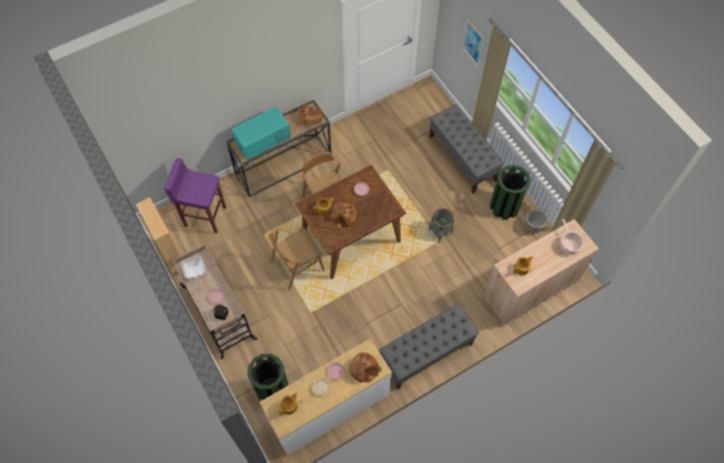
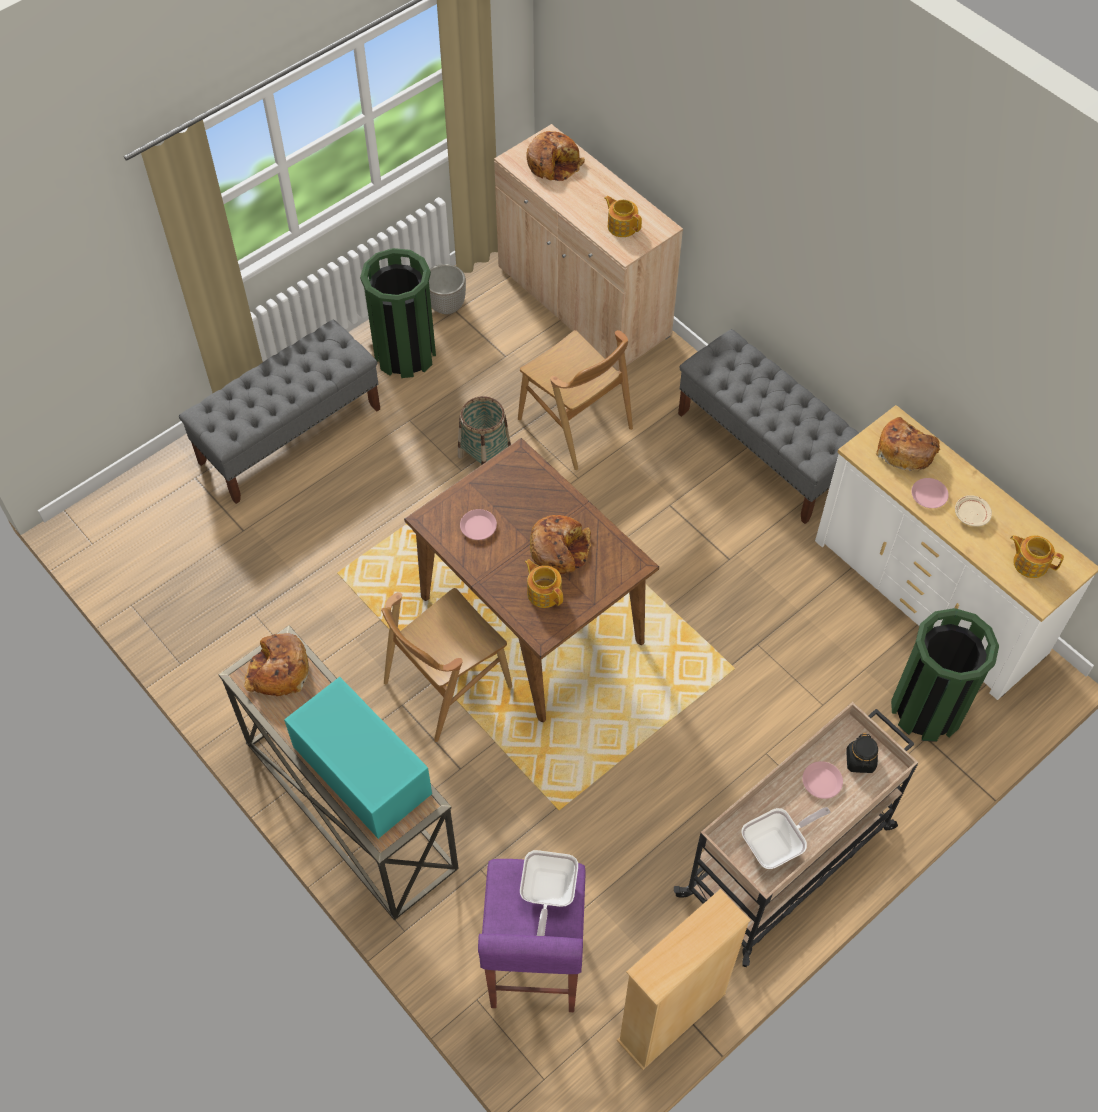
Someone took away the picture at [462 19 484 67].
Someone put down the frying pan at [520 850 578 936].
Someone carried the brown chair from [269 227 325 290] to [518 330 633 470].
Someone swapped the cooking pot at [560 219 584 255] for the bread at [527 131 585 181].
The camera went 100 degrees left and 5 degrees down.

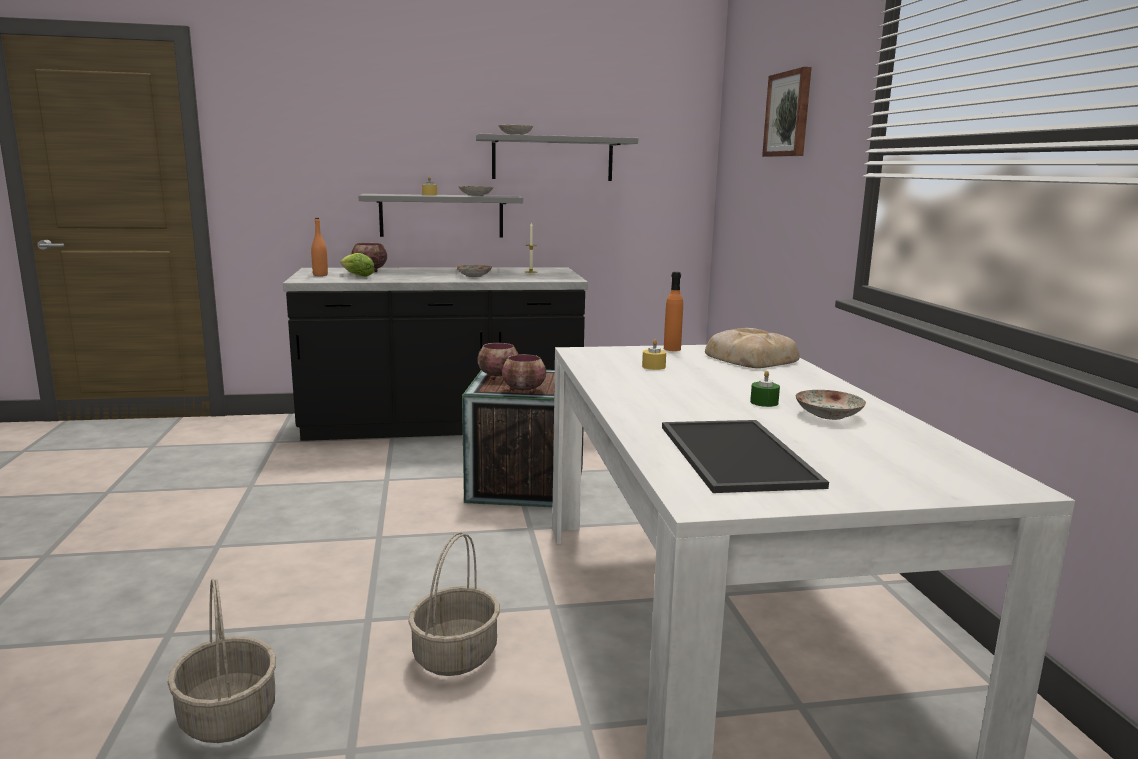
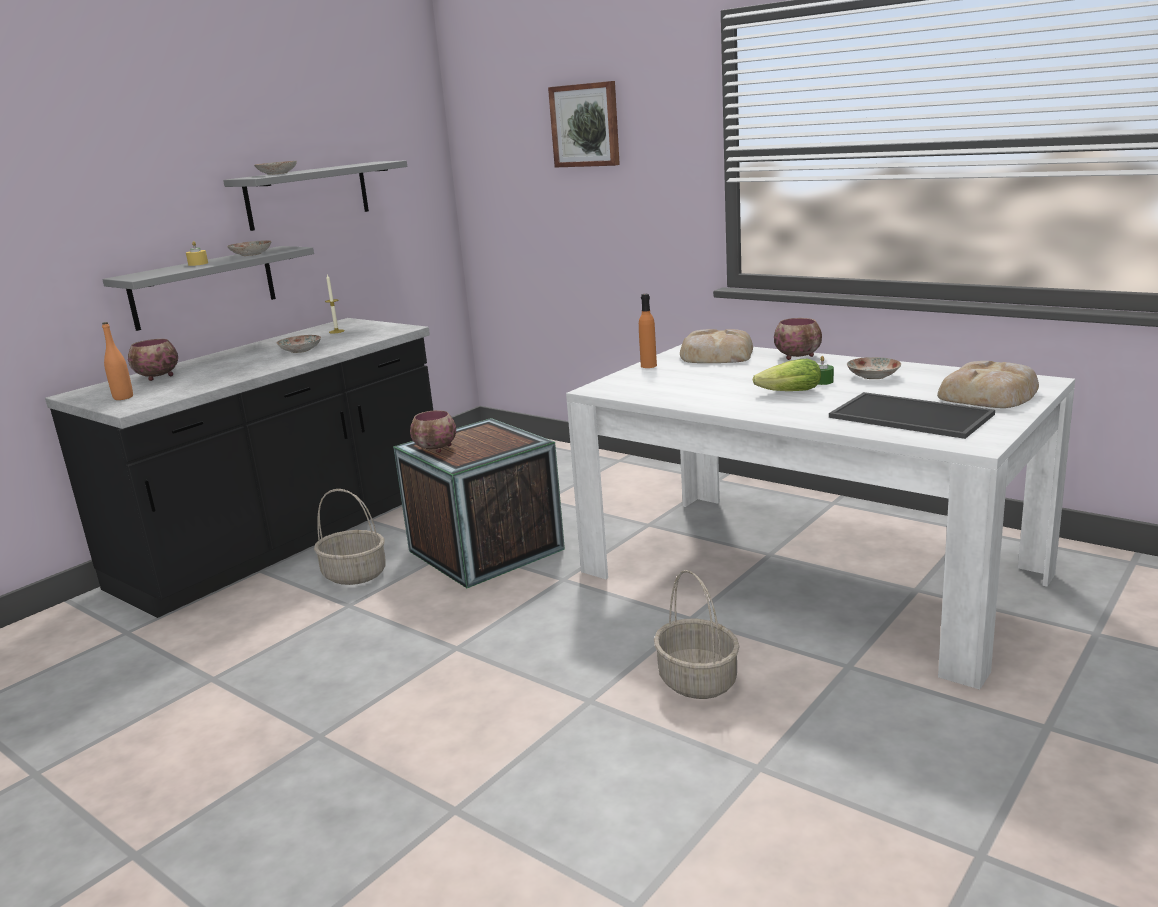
Someone took away the yellow candle at [642 339 666 370].
Someone put down the bread at [937 361 1039 408].
Someone carried the basket from [167 578 276 743] to [314 489 386 585].
Someone carried the lettuce from [340 253 375 277] to [752 359 821 391].
Someone carried the bowl from [502 354 546 394] to [774 318 822 360].
The camera went 40 degrees left and 5 degrees up.

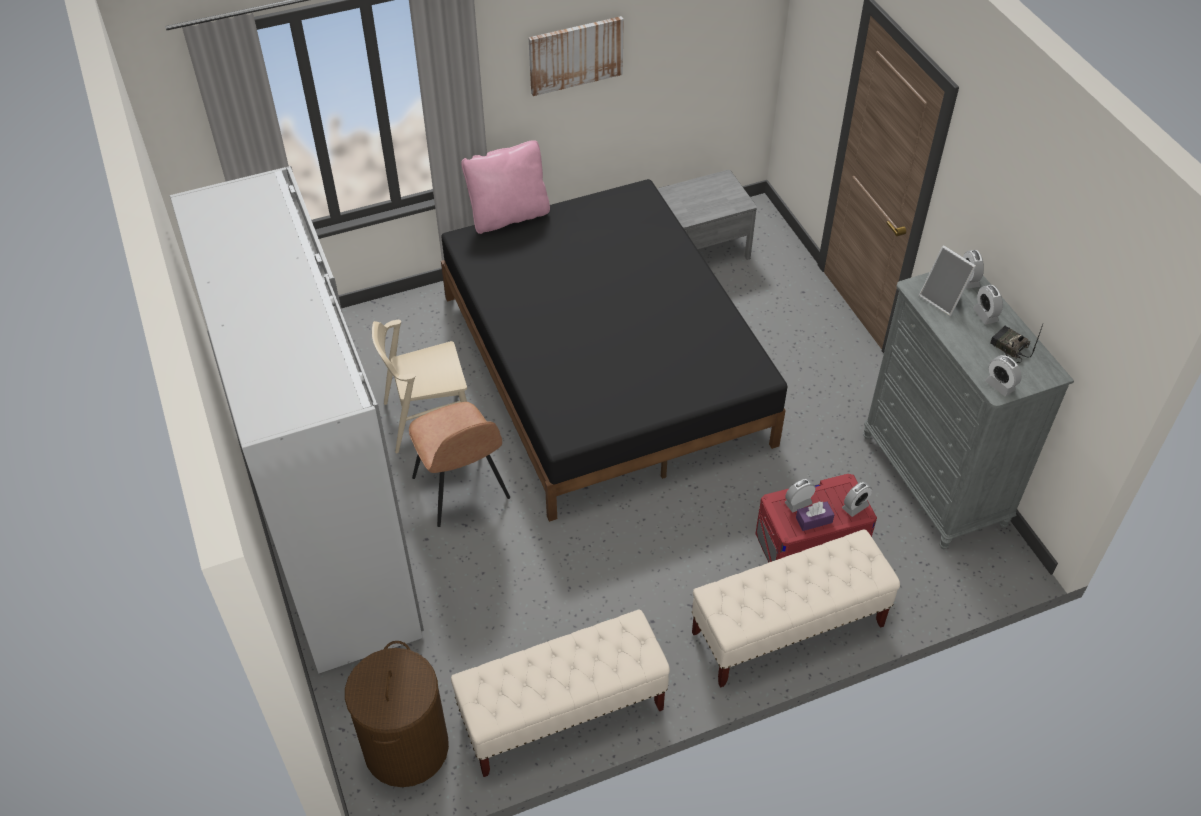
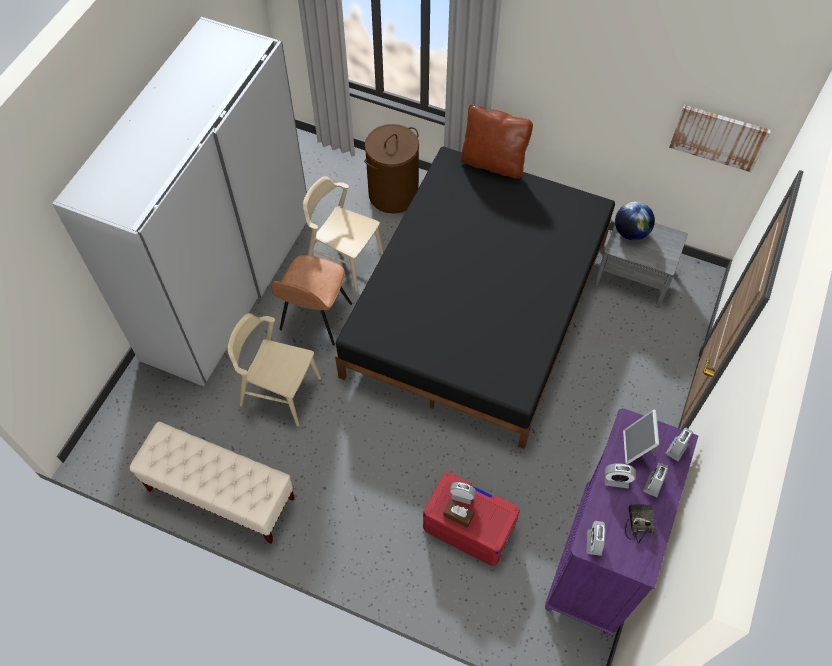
Someone took away the beige bench at [692 529 900 688].
Someone put down the beige chair at [228 313 321 426].
Someone put down the globe at [615 201 655 240].
Someone carried the brown laundry basket from [345 641 449 787] to [364 124 419 214].
Someone carried the picture from [528 16 624 96] to [669 105 771 172].
Someone carried the alarm clock from [842 482 872 517] to [605 463 636 488].
Someone repainted the pink pillow at [461 140 550 234], which became the brown pillow at [461 104 533 179].
Someone repainted the purple tissue box at [796 502 835 531], which became the brown tissue box at [443 500 474 528].
Someone repainted the grey dresser at [863 272 1074 549], which became the purple dresser at [545 408 698 636].
The camera went 45 degrees right and 10 degrees up.

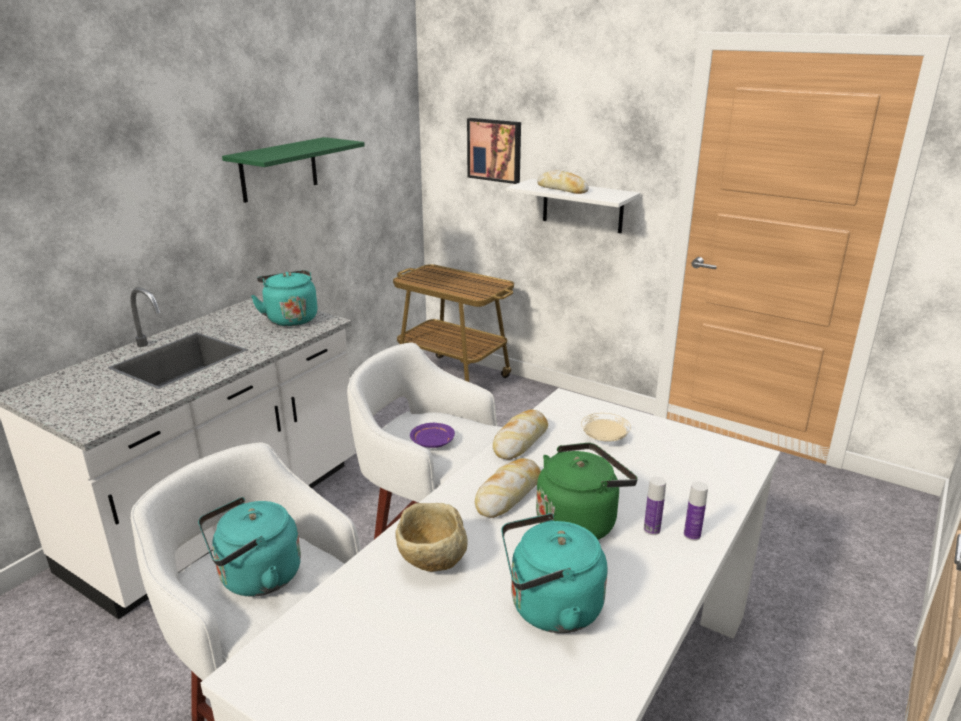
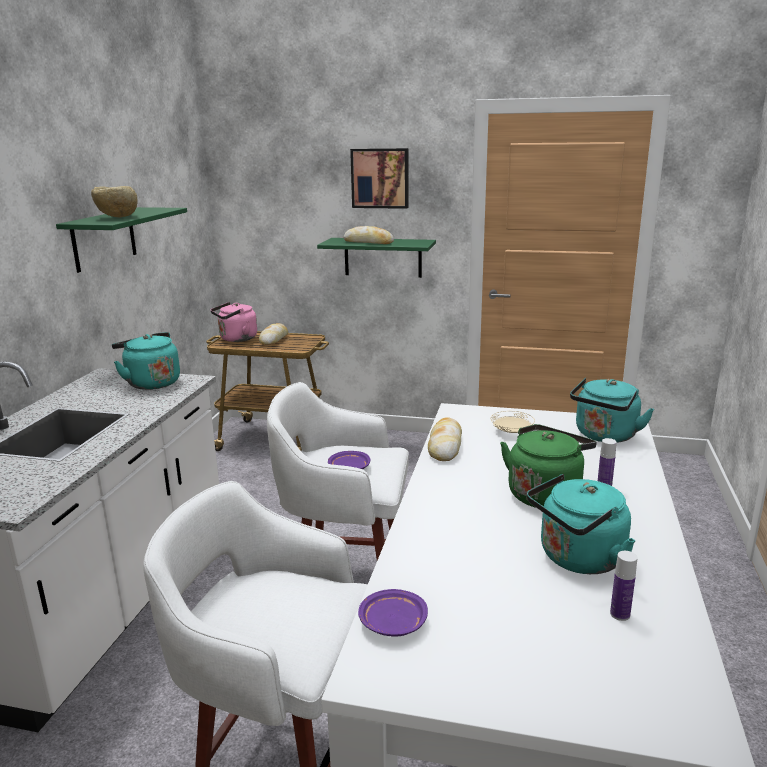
Someone put down the pink kettle at [211 302 257 342].
Someone put down the purple plate at [358 589 428 637].
Someone carried the turquoise kettle from [198 497 301 597] to [570 378 654 443].
Someone carried the beige bowl from [395 503 468 572] to [91 186 138 217].
Someone carried the picture from [467 118 521 184] to [350 148 409 209].
Someone carried the bread from [475 458 541 518] to [259 323 288 345].
Someone carried the bottle from [684 481 708 541] to [610 551 637 621].
Someone repainted the white shelf at [506 179 640 233], which became the green shelf at [317 238 436 278].
The camera went 20 degrees left and 5 degrees down.

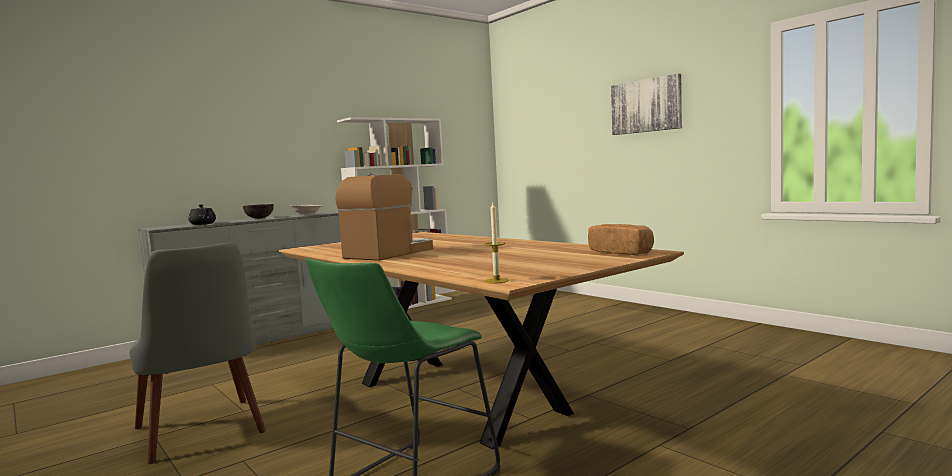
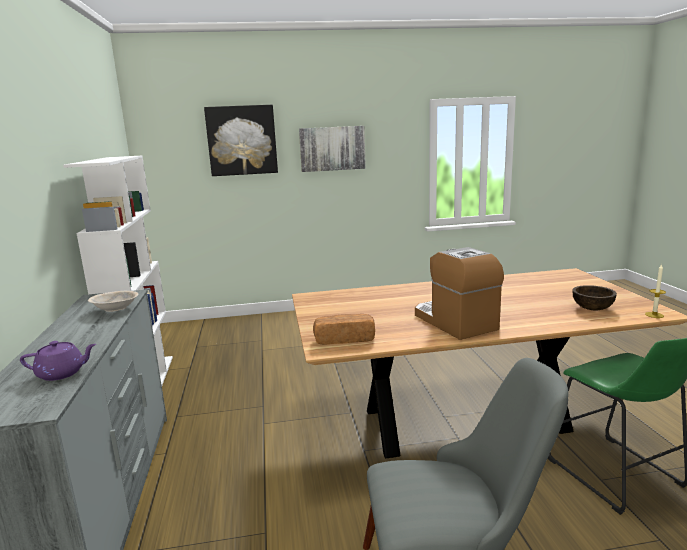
Someone put up the picture at [204 105 278 176].
Someone carried the brown bowl from [243 204 274 219] to [572 285 617 310].
Someone carried the bread from [588 224 654 255] to [313 314 375 345].
Someone repainted the black teapot at [188 204 216 225], which became the purple teapot at [20 341 96 381].
The camera went 60 degrees left and 10 degrees up.

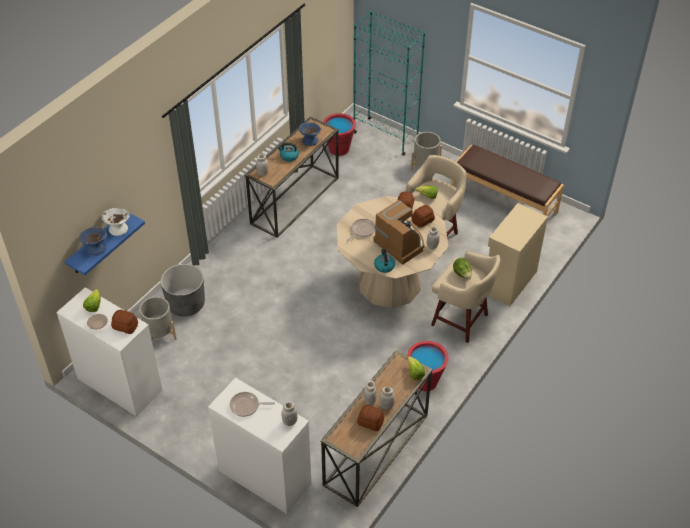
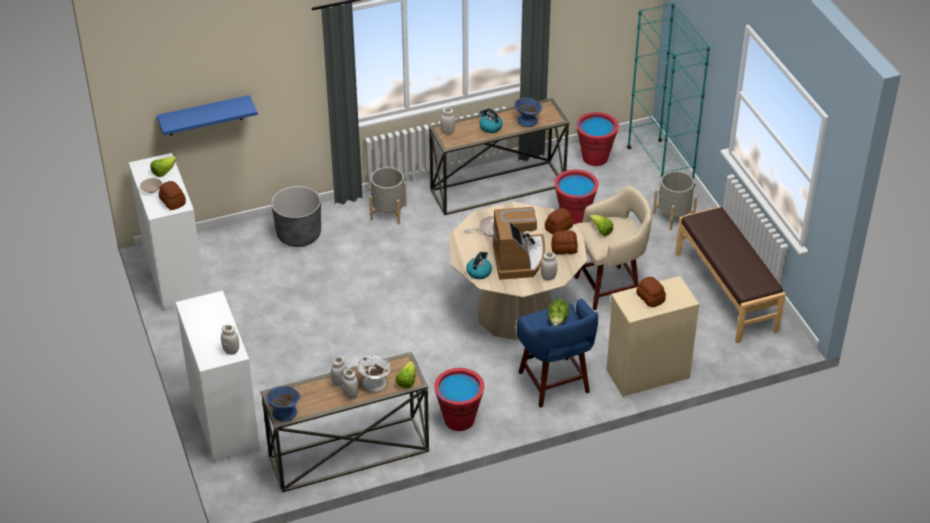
Someone took away the frying pan at [230 392 275 417].
Someone put down the red bucket at [554 170 599 224].
Someone carried the blue bowl from [79 227 107 256] to [267 386 300 422].
Someone carried the white bowl from [102 208 130 236] to [357 356 390 392].
Someone carried the grey planter from [139 297 176 340] to [369 167 407 224].
Someone carried the bread from [357 405 384 431] to [636 277 666 307].
Someone repainted the beige stool at [431 251 500 343], which became the blue stool at [517 299 598 408].
The camera went 35 degrees right and 5 degrees down.

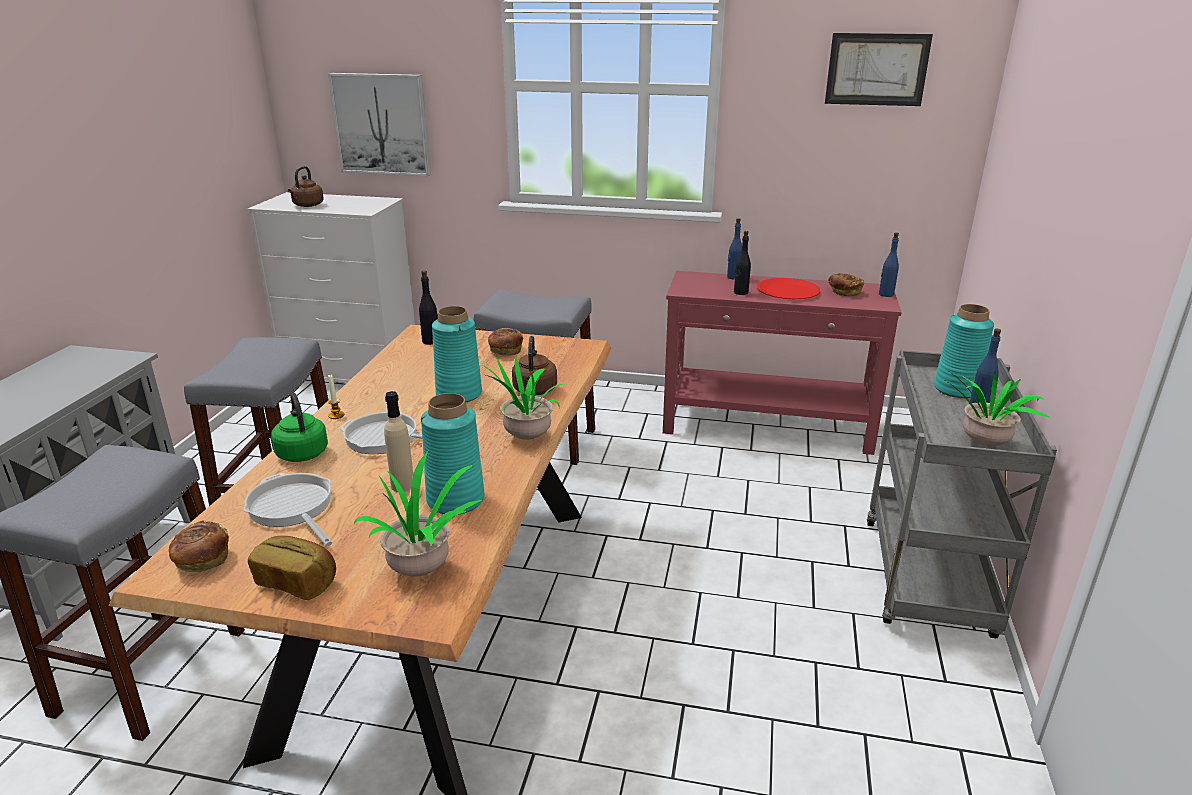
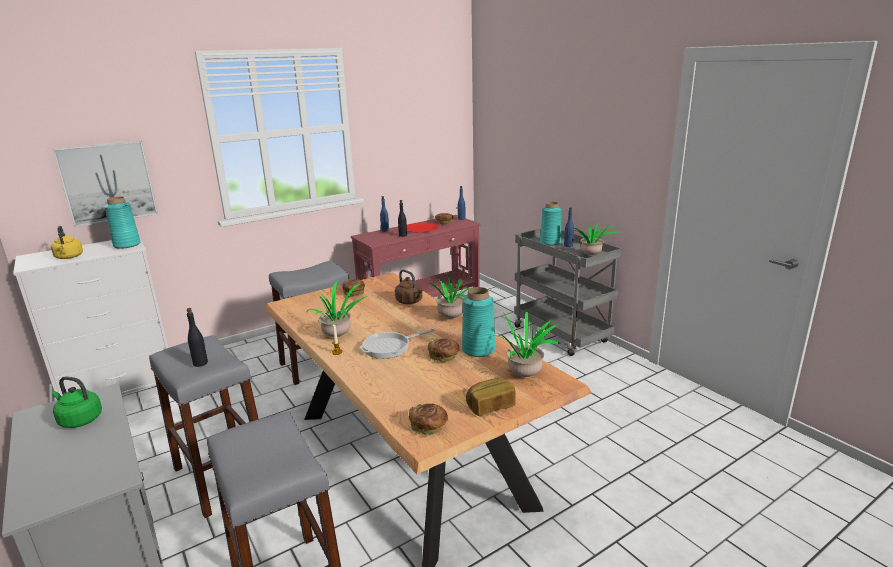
Someone took away the frying pan at [244 473 332 546].
Someone took away the picture at [825 33 933 106].
Someone put down the potted plant at [307 280 367 337].
Someone carried the green kettle from [271 393 328 462] to [52 376 102 428].
Someone carried the black bottle from [419 270 438 345] to [187 308 208 367].
Someone carried the turquoise vase from [432 306 482 402] to [105 197 141 249].
Someone swapped the beige bottle at [384 391 413 492] for the bread at [428 338 460 362].
Someone repainted the brown kettle at [288 166 324 207], which became the yellow kettle at [51 226 83 259].
The camera went 45 degrees left and 5 degrees down.

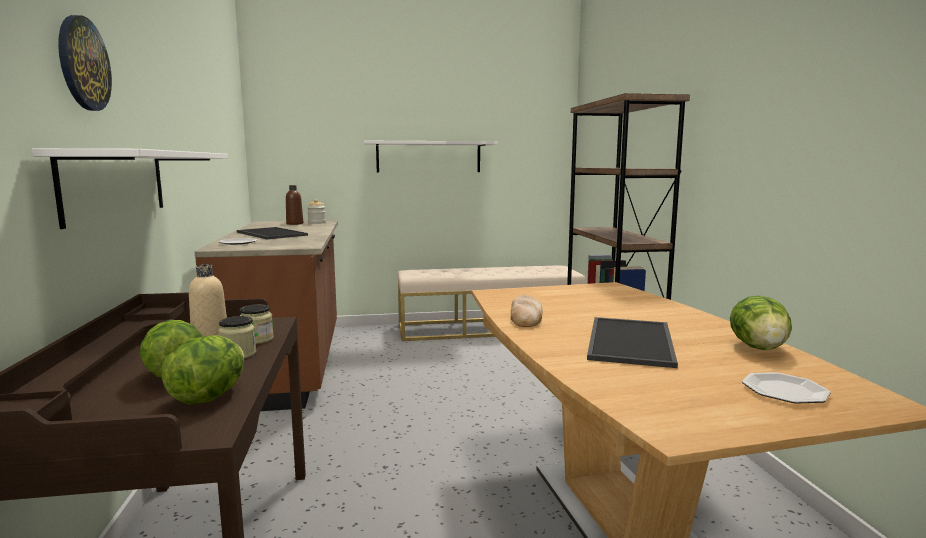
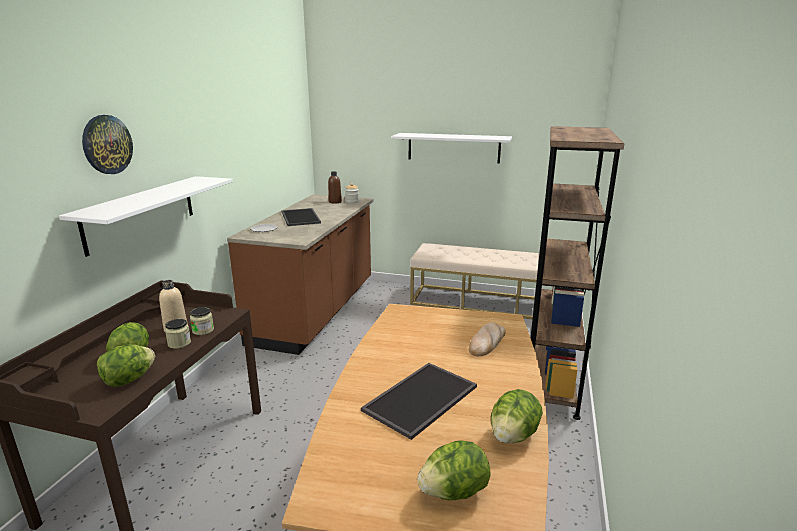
Someone carried the bread from [511 295 543 327] to [469 322 506 356].
Someone swapped the plate at [742 372 831 404] for the lettuce at [417 440 491 500].
The camera went 25 degrees right and 10 degrees up.

